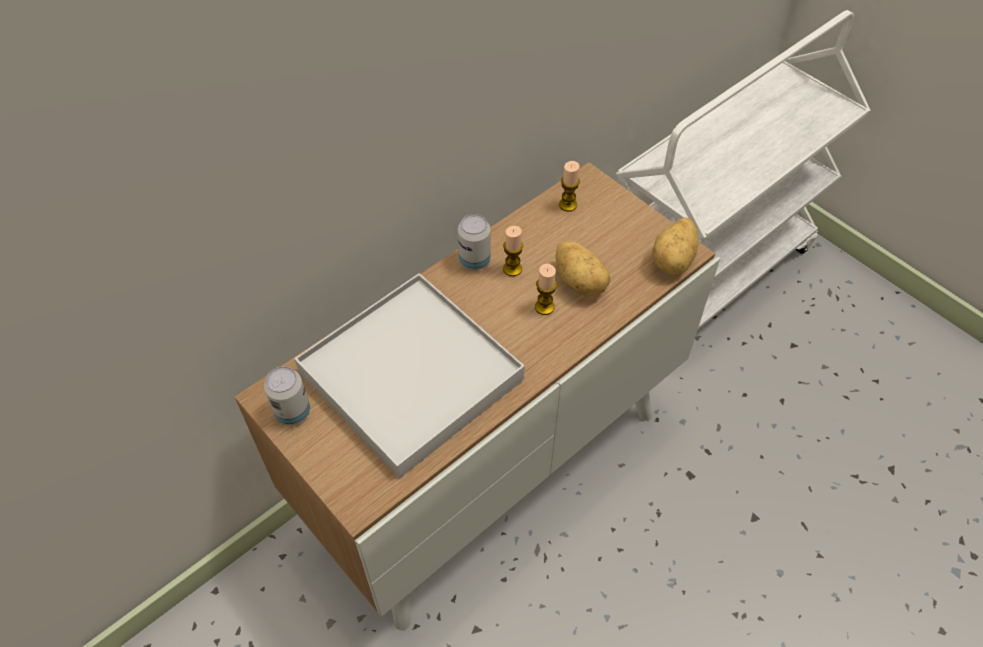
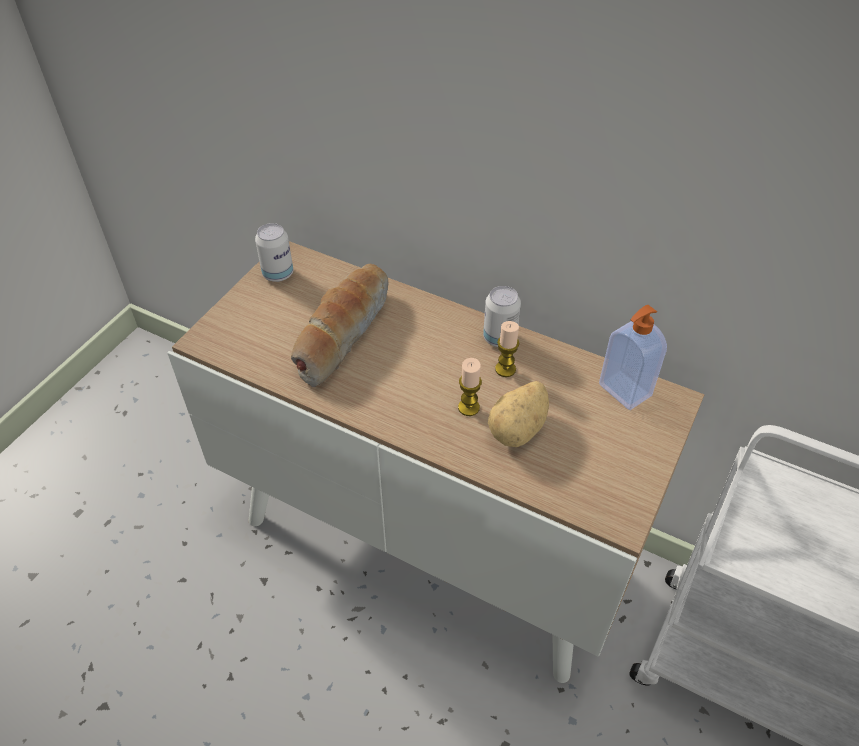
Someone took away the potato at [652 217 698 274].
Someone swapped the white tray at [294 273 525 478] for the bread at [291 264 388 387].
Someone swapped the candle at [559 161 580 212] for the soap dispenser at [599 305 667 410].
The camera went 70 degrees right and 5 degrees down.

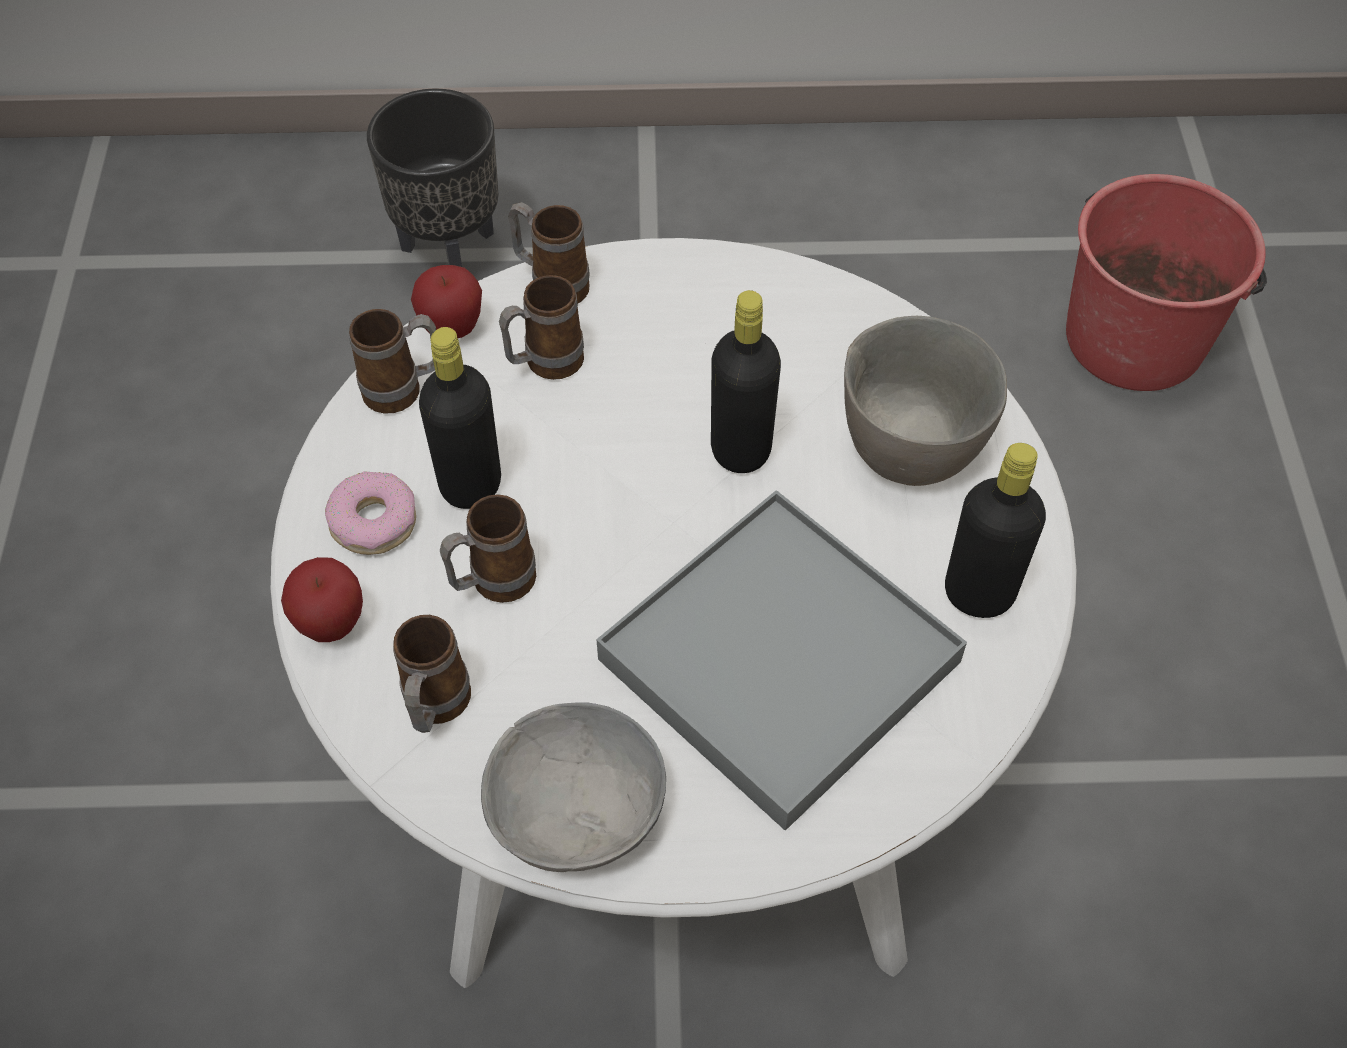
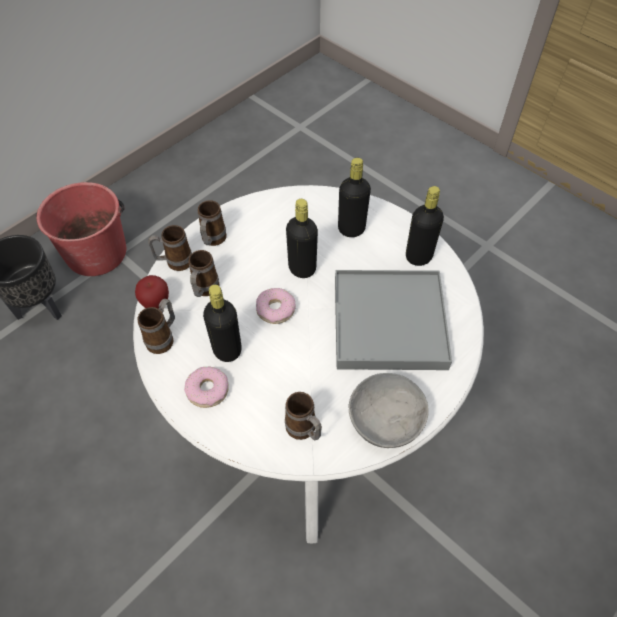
Someone took away the apple at [281 557 363 642].
Someone put down the donut at [256 288 296 324].
Someone carried the mug from [440 494 536 603] to [198 200 227 246].
Someone carried the red bucket from [1066 174 1267 391] to [36 182 126 276].
Someone swapped the grey bowl at [844 316 1007 486] for the black bottle at [338 158 371 237].
The camera went 45 degrees left and 0 degrees up.

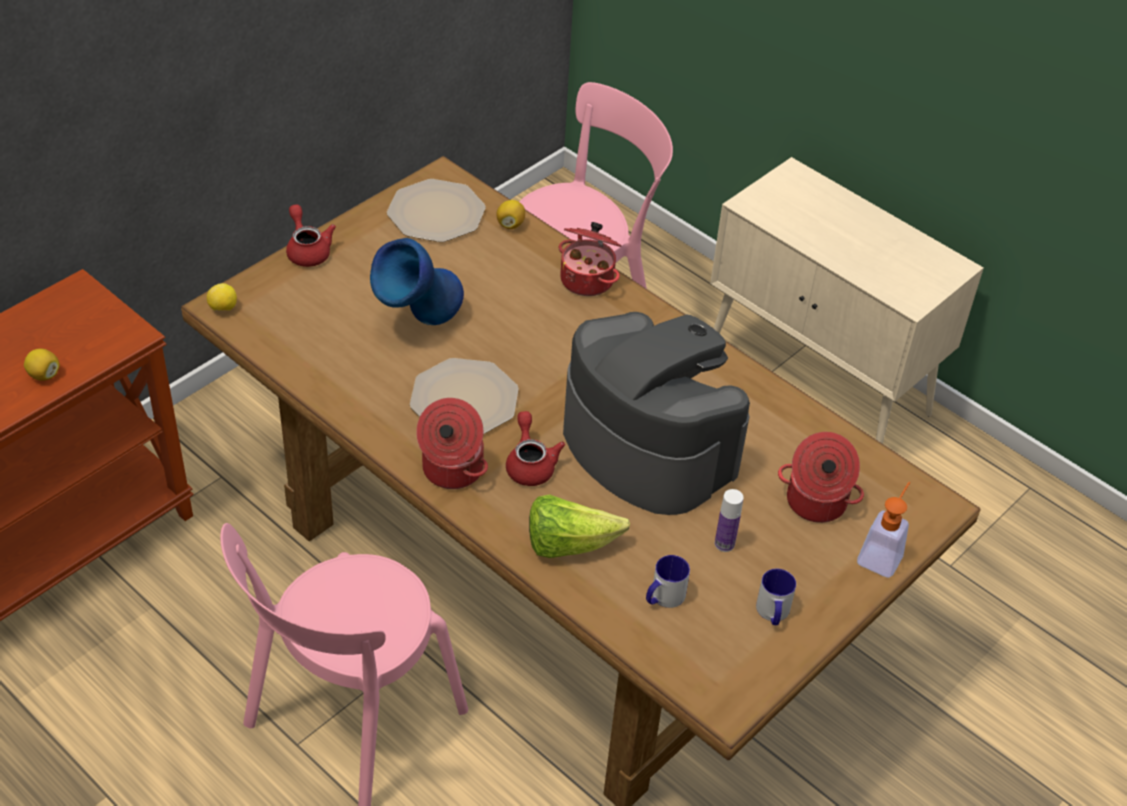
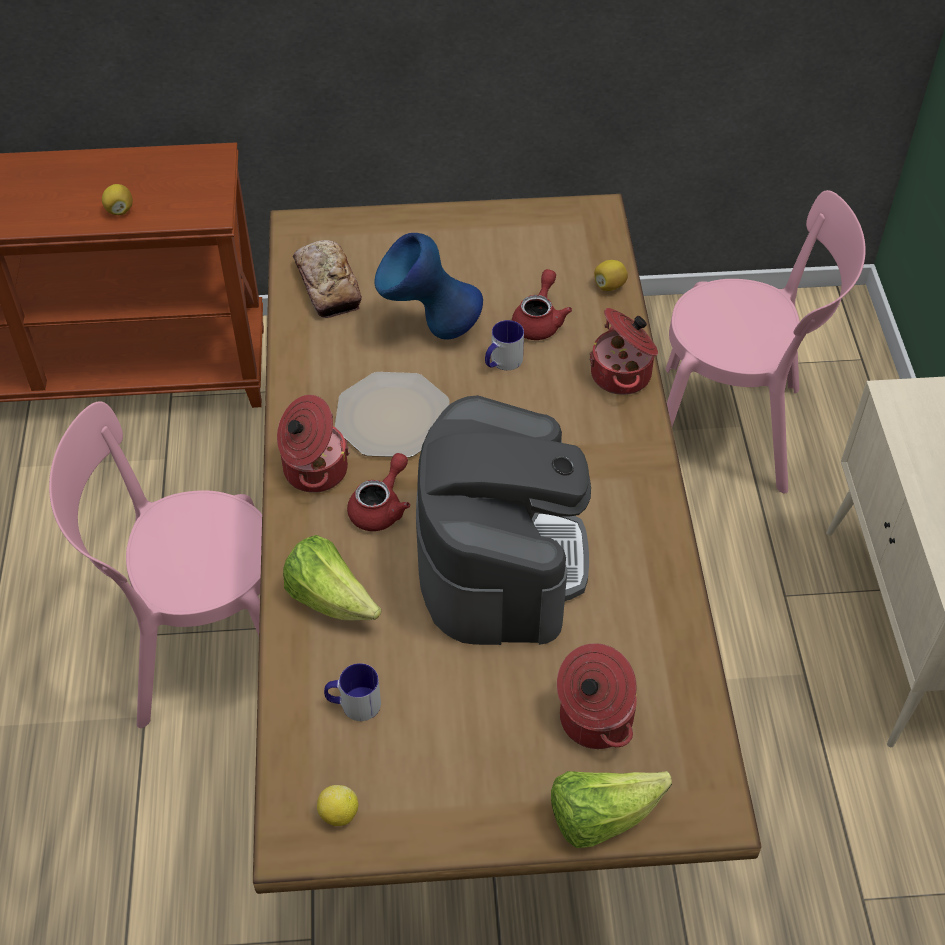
Someone took away the plate at [387 179 486 242].
Someone took away the bottle at [715 489 744 552].
Someone put down the bread at [293 240 362 318].
Someone carried the lemon from [207 283 237 311] to [317 785 358 826].
Someone carried the red teapot from [286 204 336 267] to [512 269 572 340].
Someone carried the mug from [756 569 796 625] to [485 320 524 370].
Someone swapped the soap dispenser at [857 482 910 578] for the lettuce at [551 771 672 848].
The camera went 45 degrees right and 5 degrees up.

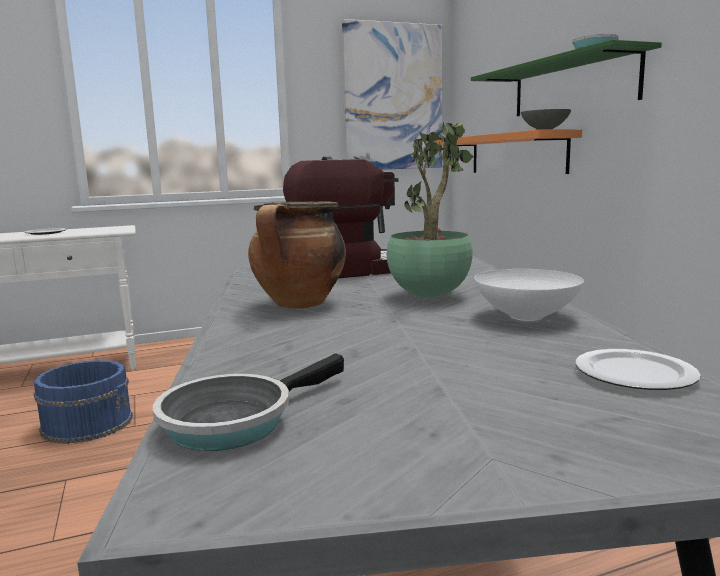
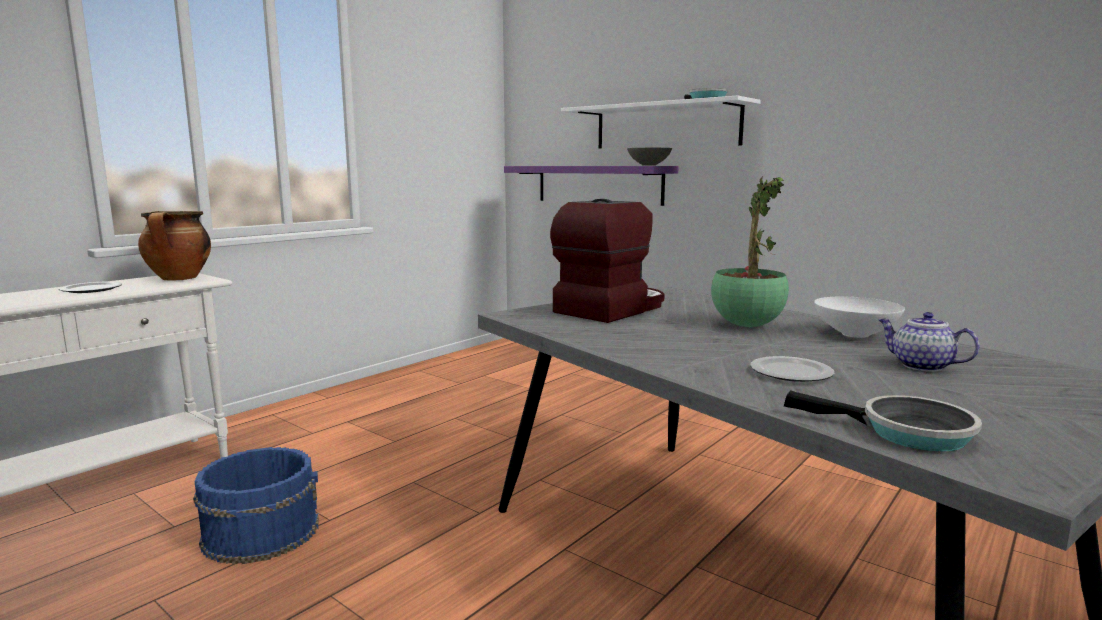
Someone took away the picture at [342 19 442 170].
Someone put down the teapot at [879 312 980 372].
Someone carried the cooking pot from [248 201 346 309] to [138 211 211 280].
Someone carried the plate from [576 349 701 390] to [750 356 834 382].
Someone repainted the orange shelf at [434 129 582 174], which became the purple shelf at [504 166 679 206].
Someone repainted the green shelf at [471 40 662 116], which became the white shelf at [561 95 761 149].
Someone rotated the frying pan at [153 353 344 451] by 75 degrees counterclockwise.
The camera went 30 degrees left and 0 degrees up.

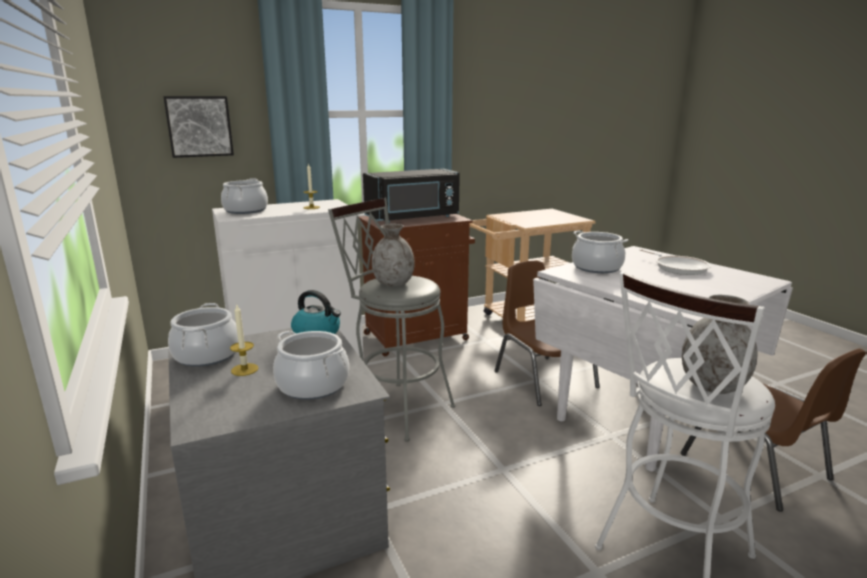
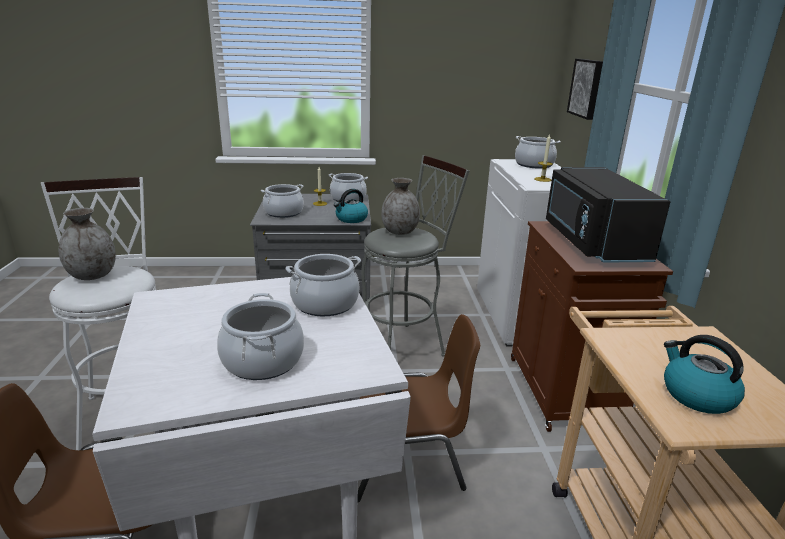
Someone put down the kettle at [664 335 745 414].
Someone swapped the frying pan at [640 249 711 275] for the cooking pot at [217 293 304 380].
The camera went 110 degrees right and 5 degrees up.

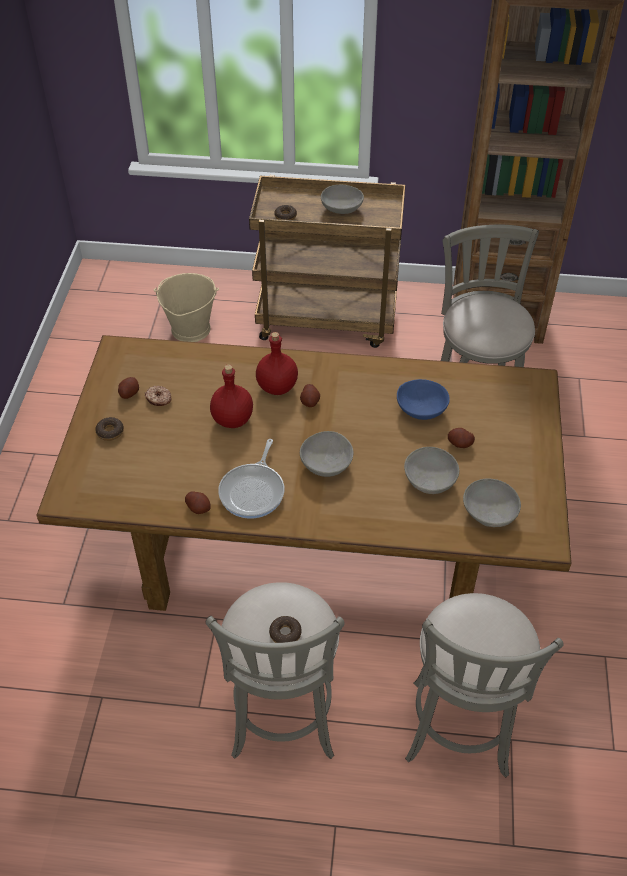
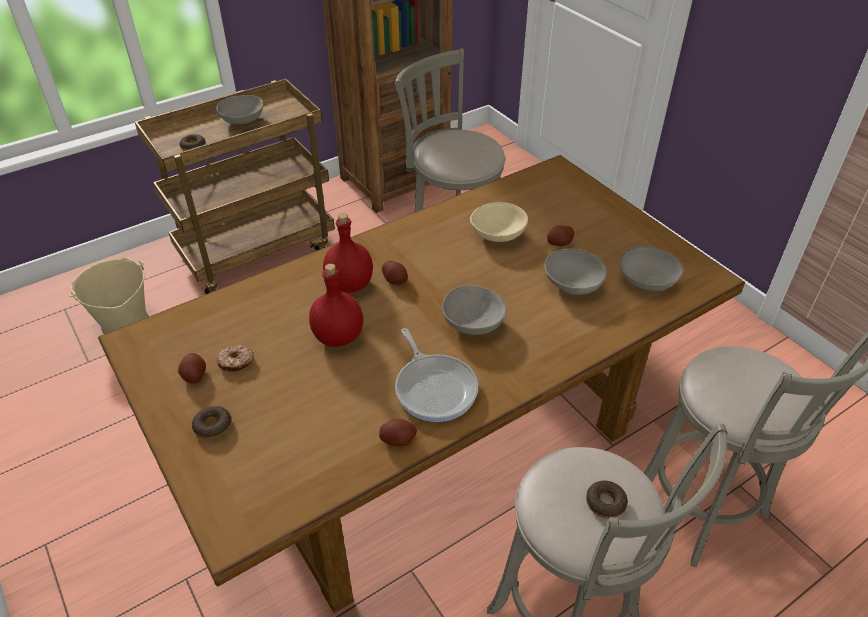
Someone repainted the blue bowl at [397 379 450 420], which became the beige bowl at [470 202 528 242].
The camera went 40 degrees left and 5 degrees down.

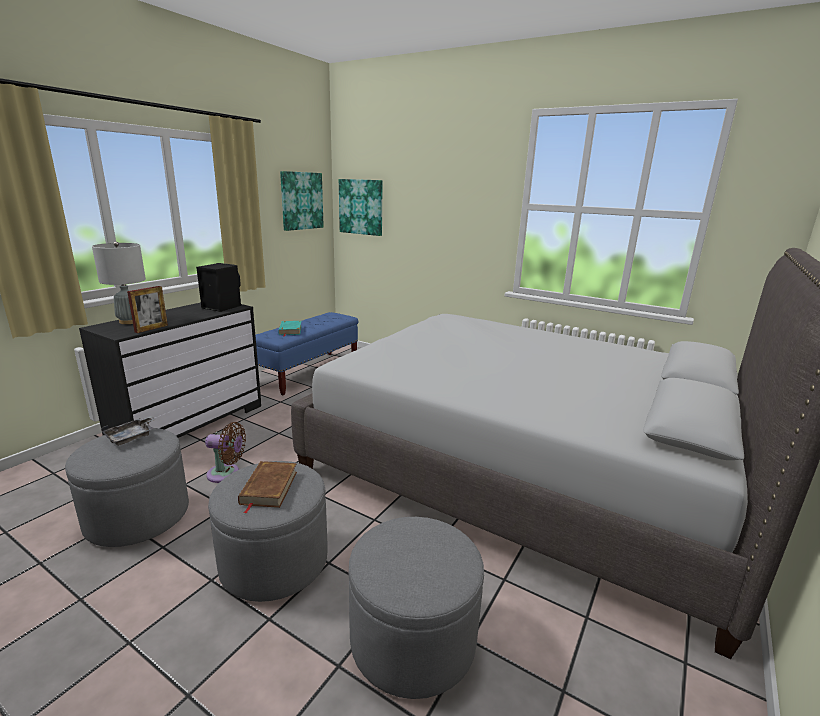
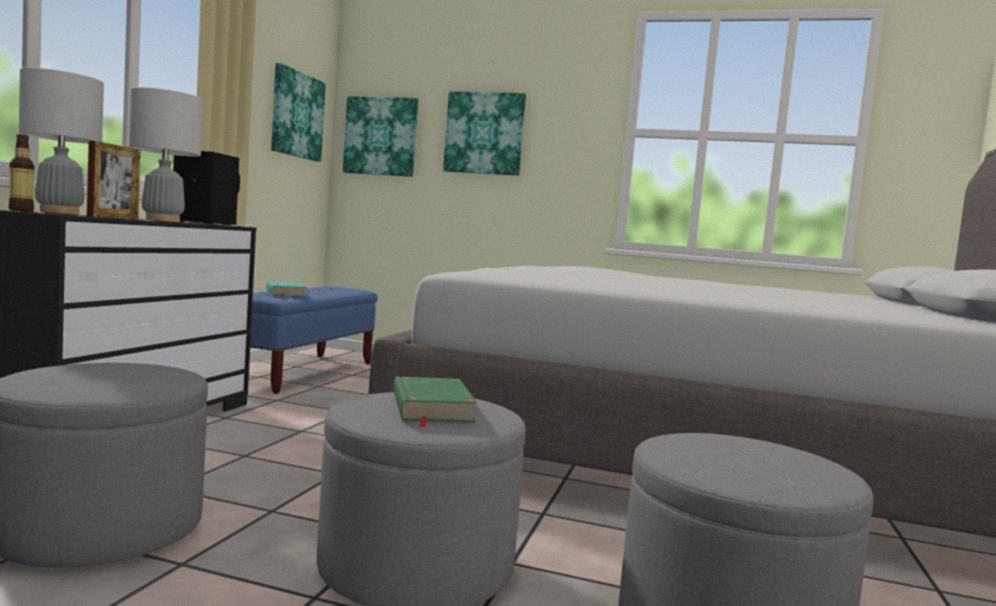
Someone took away the grey tray at [101 416 156 446].
Someone took away the brown fan at [205 422 246 483].
Someone put down the bottle at [8 134 34 212].
Someone put down the grey table lamp at [129 87 203 222].
Someone put up the picture at [443 91 526 176].
Someone repainted the brown book at [238 461 297 513], which became the green book at [394 376 477 427].
The camera went 15 degrees left and 15 degrees down.

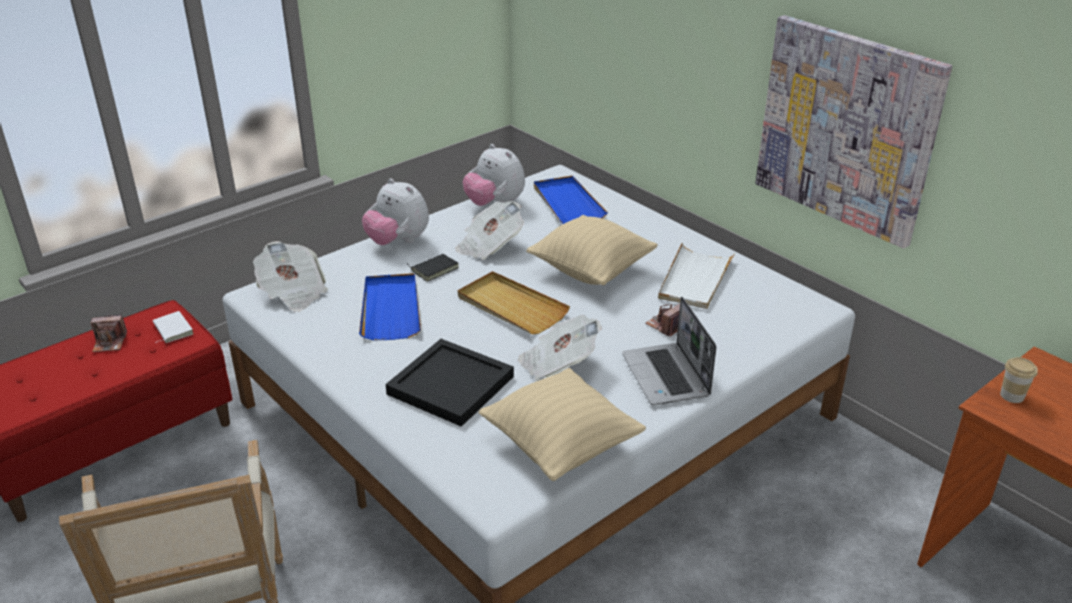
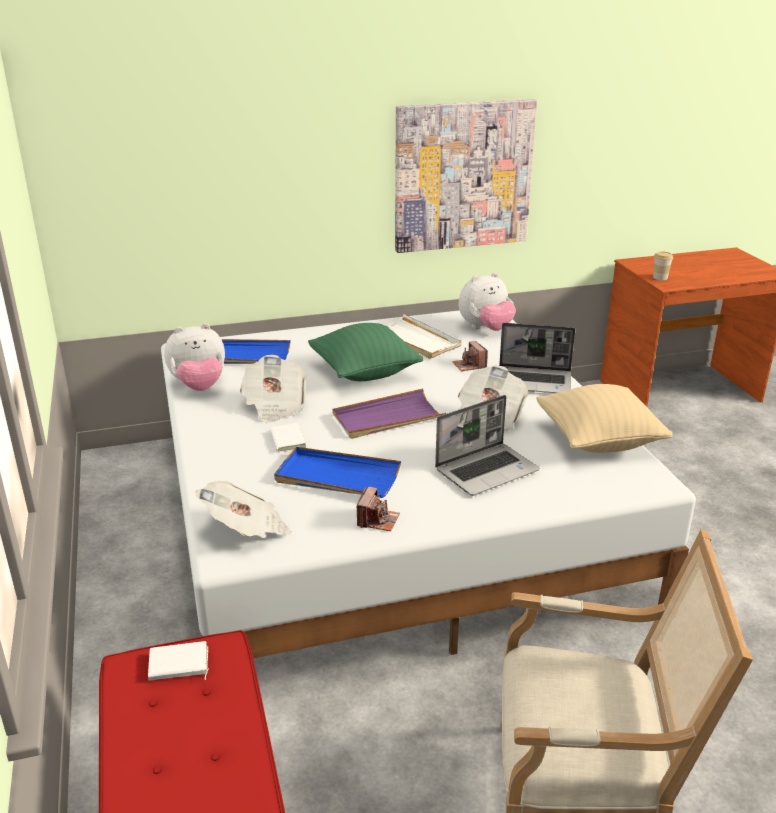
Someone carried the photo camera from [90 314 127 352] to [357 486 400 531].
Someone carried the plush toy from [362 178 429 245] to [459 272 516 331].
Someone swapped the black tray at [385 339 514 427] for the laptop at [435 395 540 496].
Someone repainted the black book at [408 254 459 281], which became the white book at [268 423 306 452].
Someone repainted the beige tray at [458 271 570 335], which became the purple tray at [332 389 446 439].
Someone repainted the beige pillow at [526 215 658 285], which became the green pillow at [308 323 423 381].
The camera went 65 degrees left and 5 degrees down.

